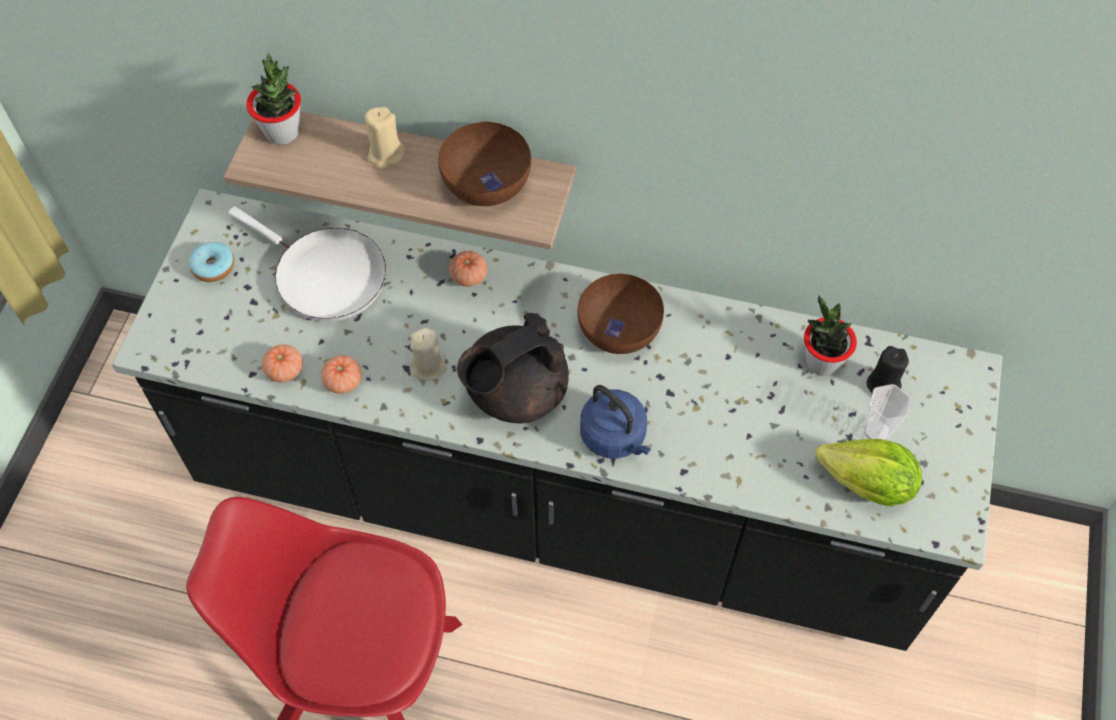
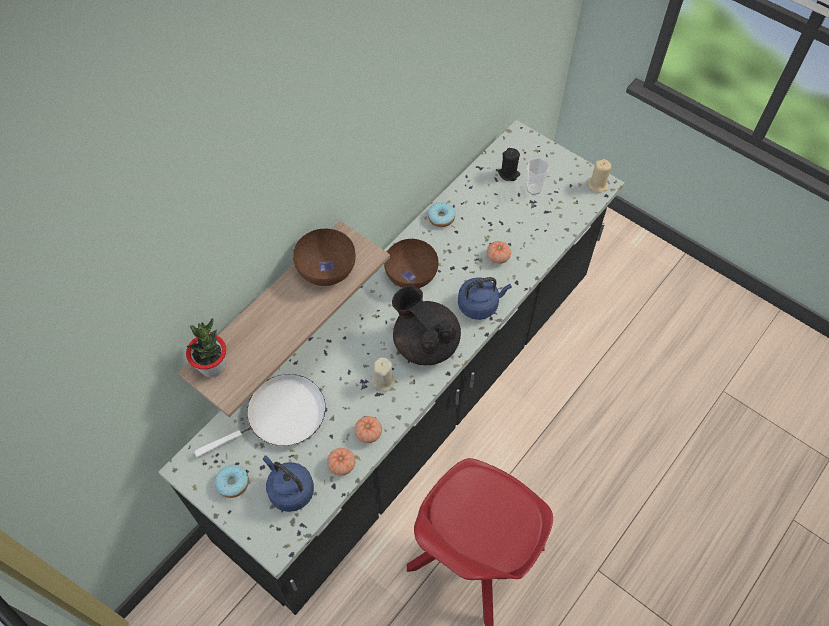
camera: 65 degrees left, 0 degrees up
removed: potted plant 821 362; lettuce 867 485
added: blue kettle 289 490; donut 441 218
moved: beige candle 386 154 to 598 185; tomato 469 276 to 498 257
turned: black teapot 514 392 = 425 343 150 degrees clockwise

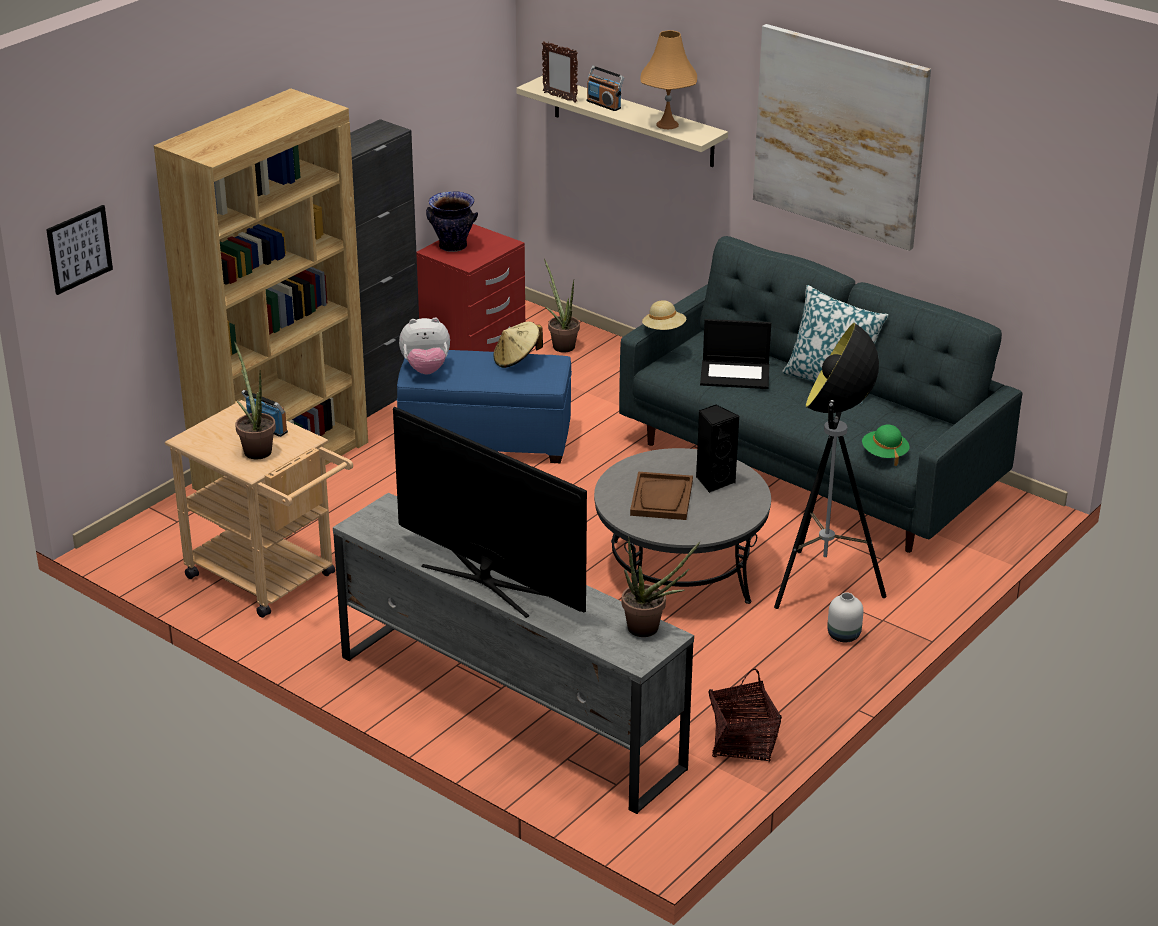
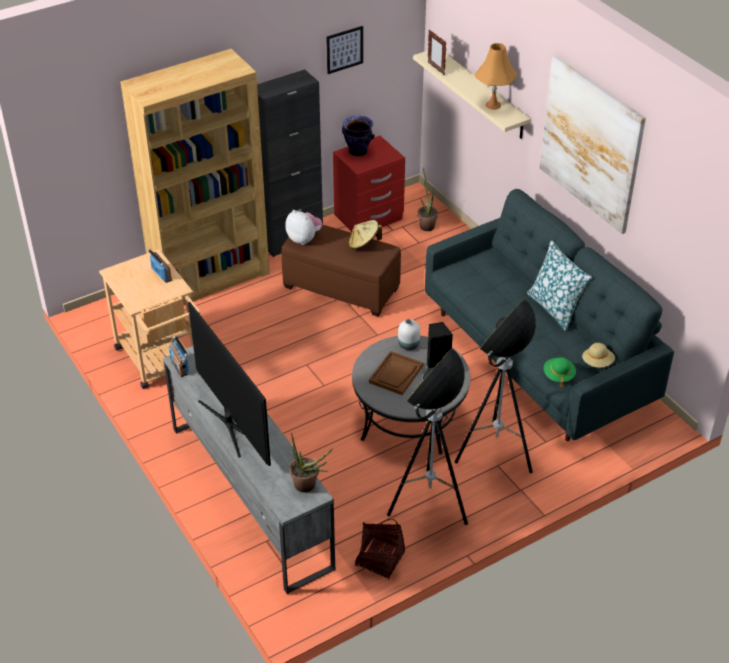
camera: 20 degrees right, 10 degrees up
removed: potted plant 256 449; laptop 735 374
added: floor lamp 429 505
moved: picture 79 249 to 344 49; radio 604 104 to 179 366; beige hat 664 330 to 597 363; white vase 843 636 to 408 345
recoloured: blue ottoman 487 439 to brown ottoman 342 288
turned: plush toy 426 369 = 304 239 150 degrees counterclockwise

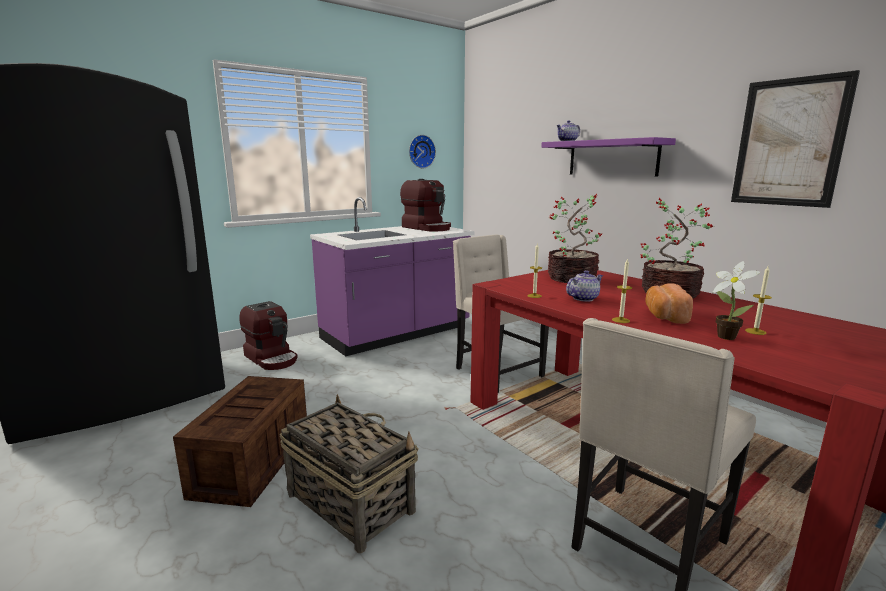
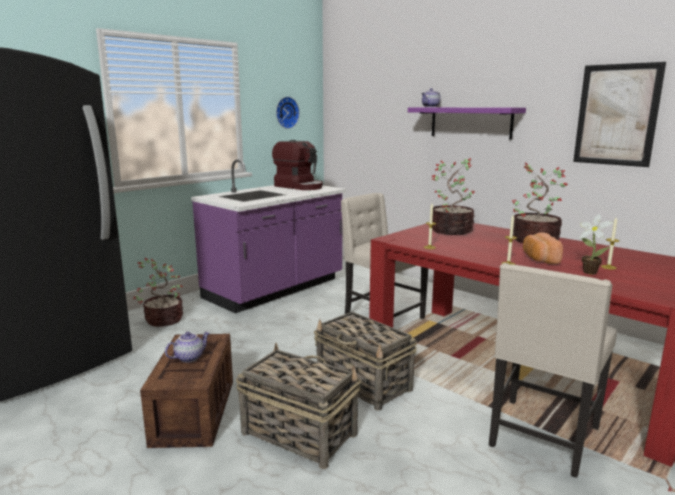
camera: 10 degrees left, 0 degrees up
added: basket 364 383
moved: teapot 583 298 to 189 357
replaced: coffee machine 272 358 to potted plant 163 320

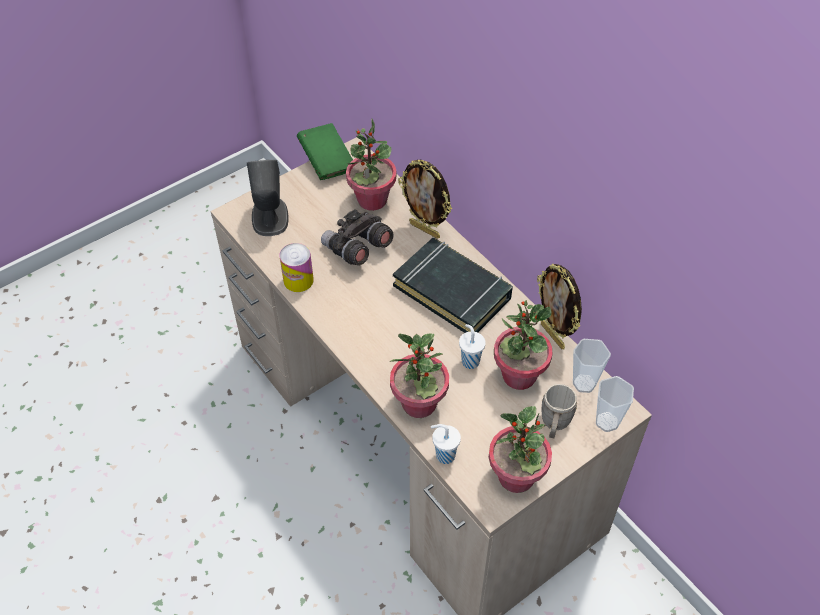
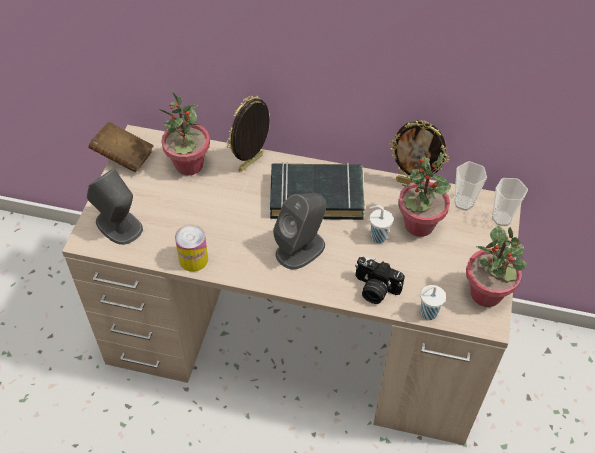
camera: 40 degrees left, 0 degrees up
removed: grey binoculars 357 249; grey mug 554 424
added: grey speaker 301 249
replaced: potted plant 419 404 to photo camera 374 289
recoloured: green book 327 162 to brown book 123 157
turned: picture frame 425 229 = 252 163 135 degrees clockwise

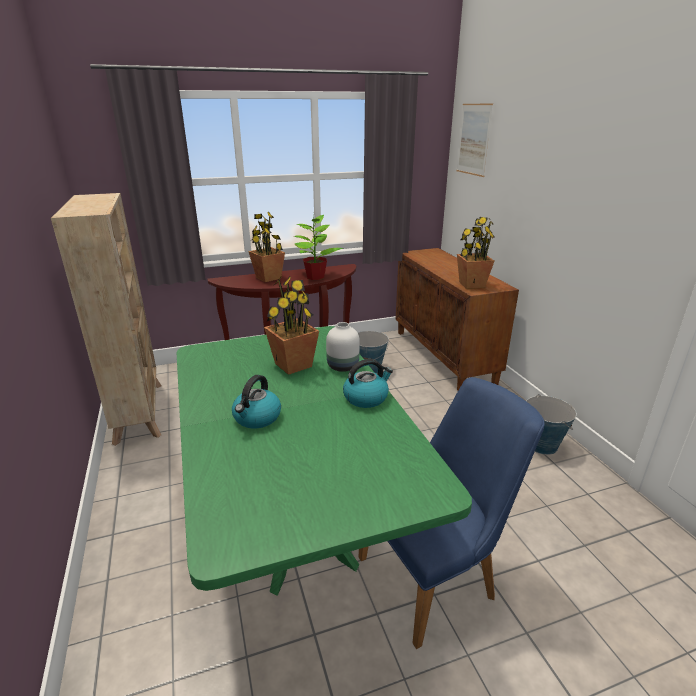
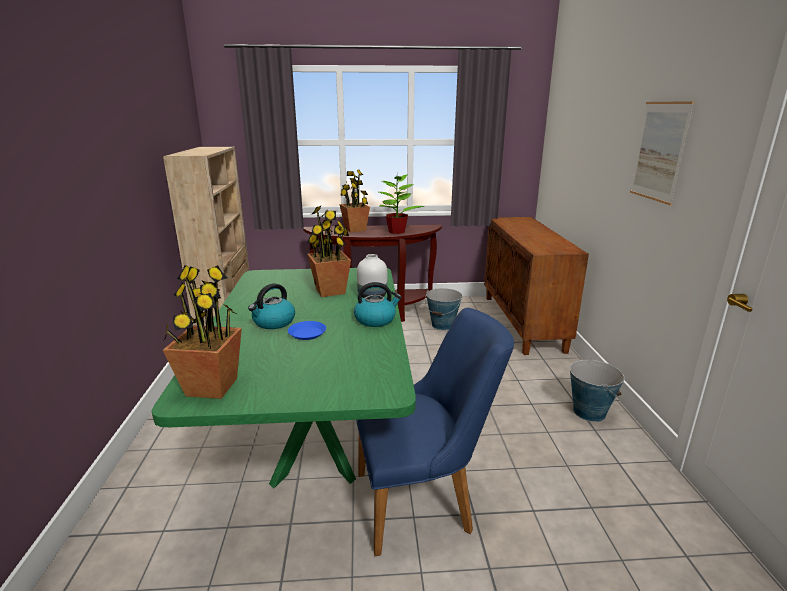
camera: 15 degrees right, 5 degrees down
added: blue plate 307 333
moved: picture 473 139 to 659 151; potted plant 471 285 to 211 387

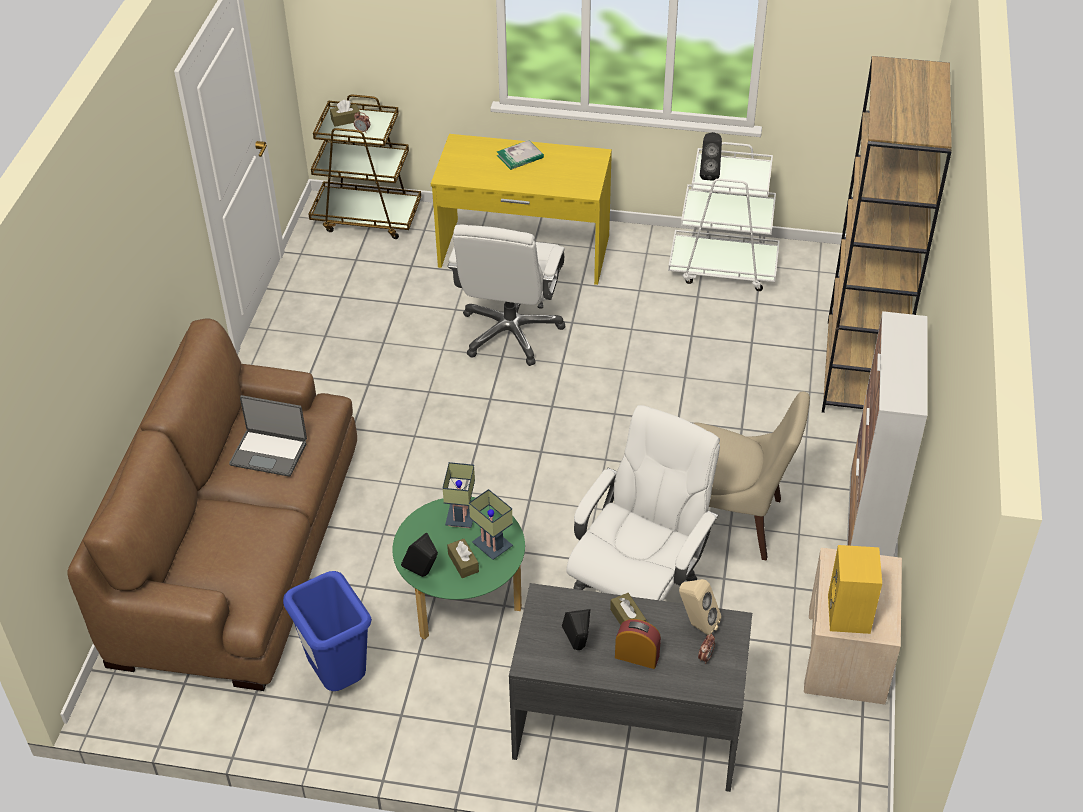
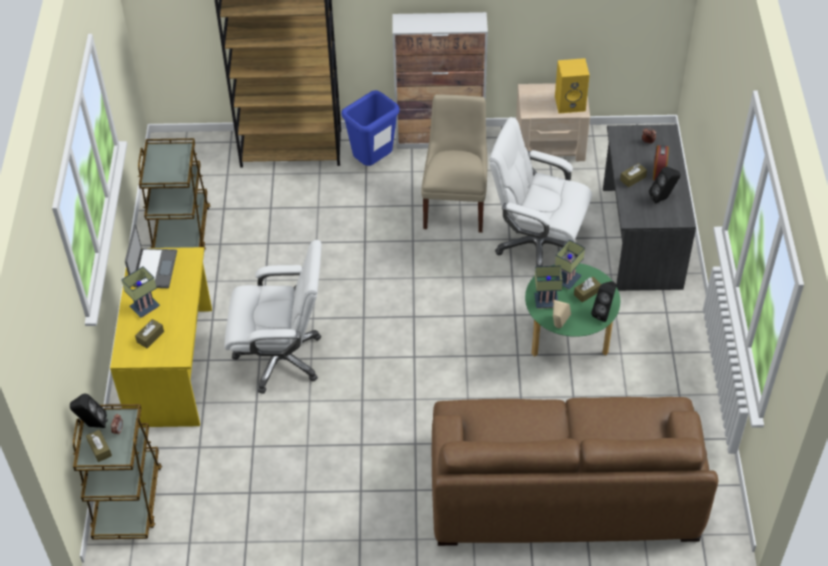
camera: 100 degrees left, 5 degrees up
added: brown tissue box 150 337
moved: laptop 269 452 to 153 269; blue trash can 338 677 to 372 162; beige speaker 697 624 to 558 326; black speaker 709 173 to 92 425
replaced: book 520 157 to table lamp 144 308
recoloured: white cart 723 267 to brown cart 181 231

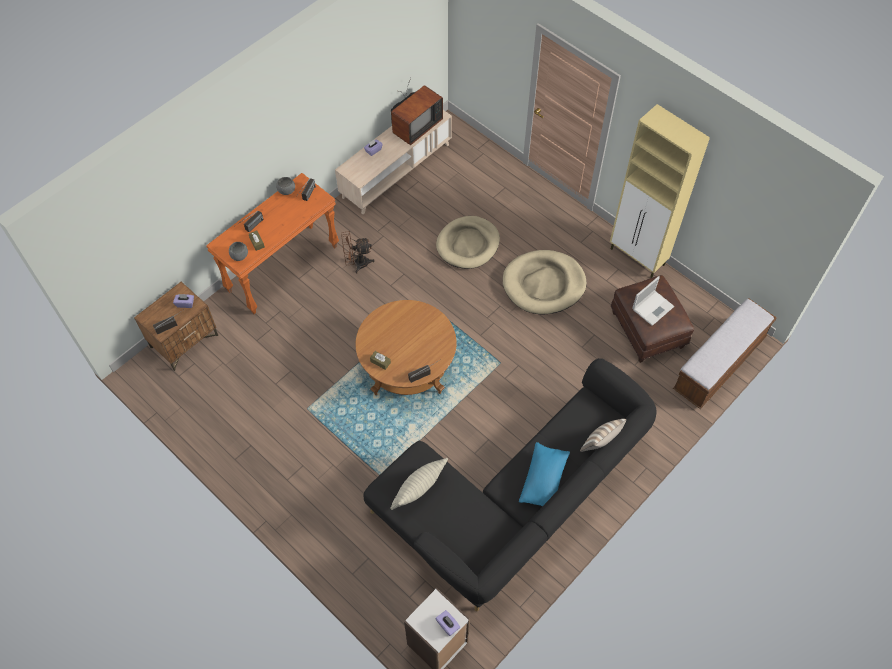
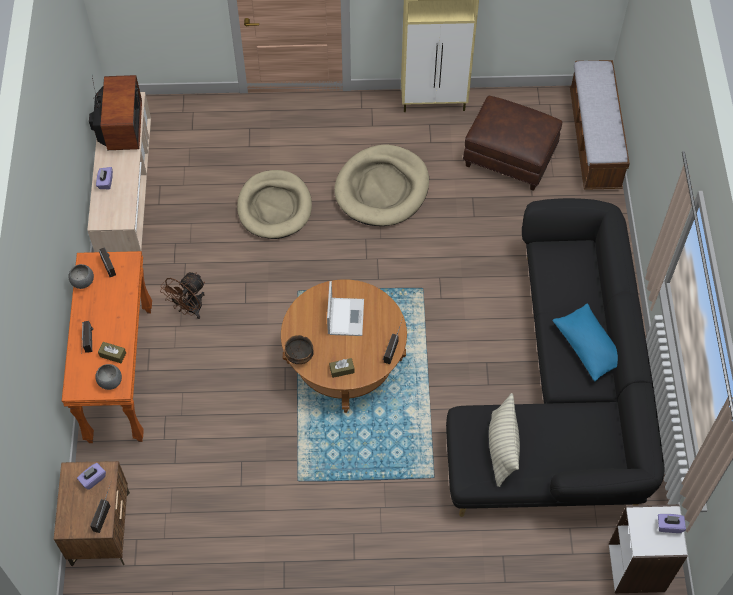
camera: 45 degrees left, 0 degrees up
removed: pillow 600 444
added: bowl 299 356
moved: laptop 653 307 to 345 316

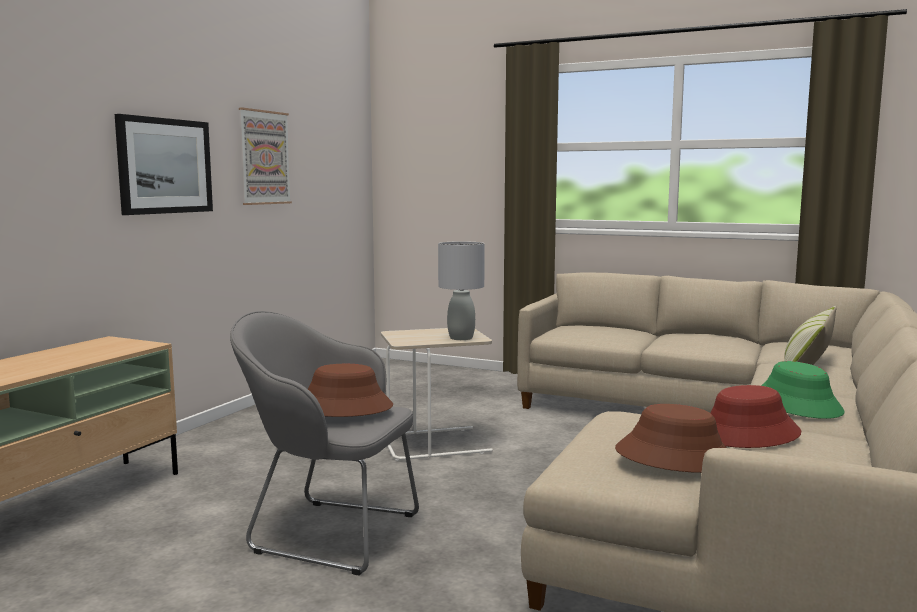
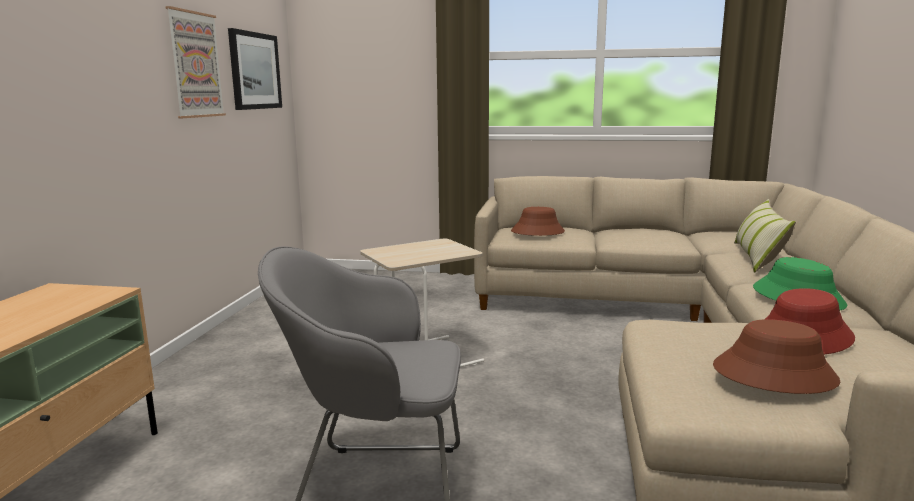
camera: 15 degrees left, 5 degrees up
removed: grey table lamp 461 338
moved: picture 165 166 to 255 71; brown hat 343 407 to 537 232

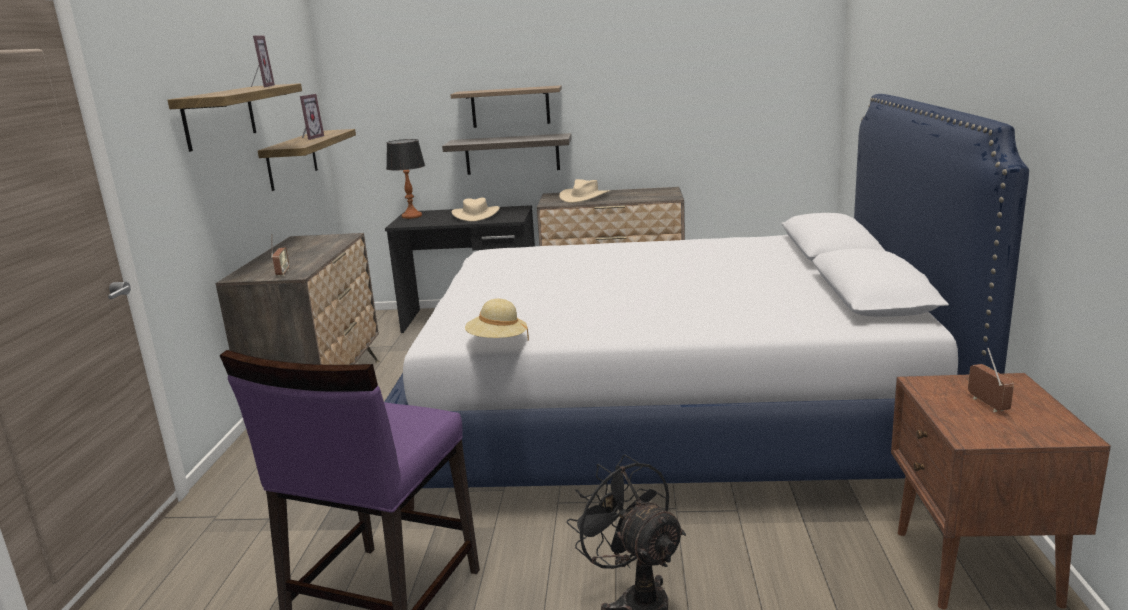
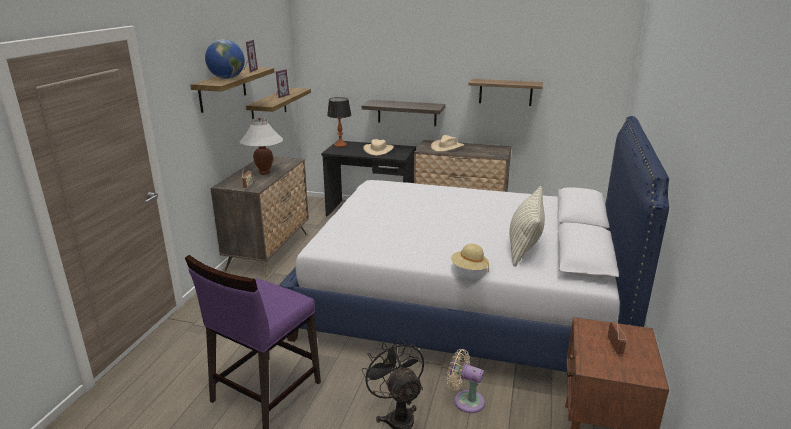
camera: 10 degrees right, 5 degrees up
added: globe 227 78; white table lamp 264 172; beige fan 465 400; pillow 524 246
moved: shelf 510 107 to 505 92; beige hat 497 341 to 469 269

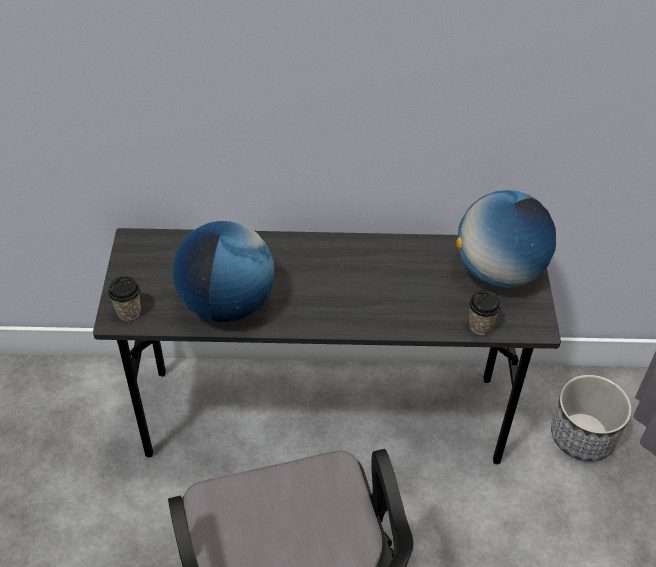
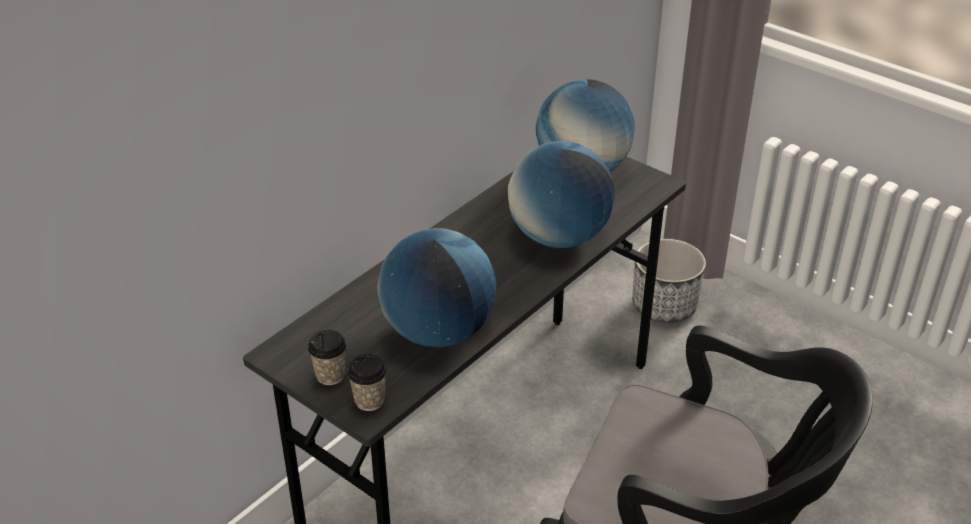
camera: 50 degrees left, 10 degrees down
added: globe 558 237
moved: cup 480 326 to 330 375

